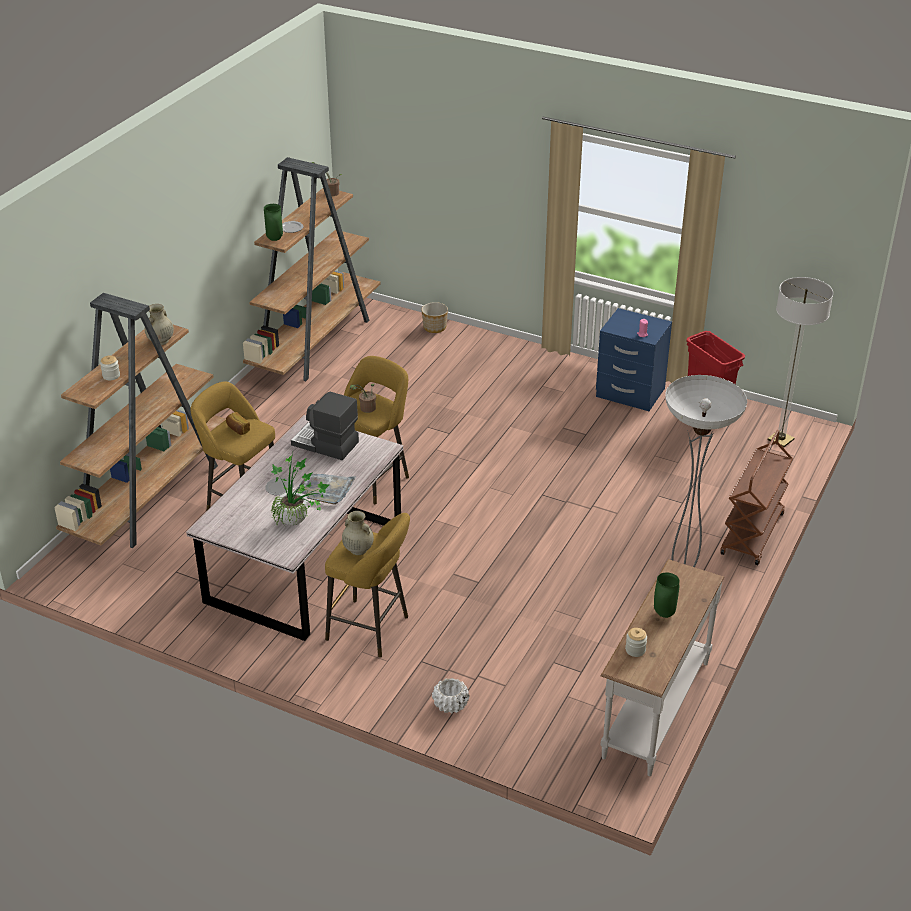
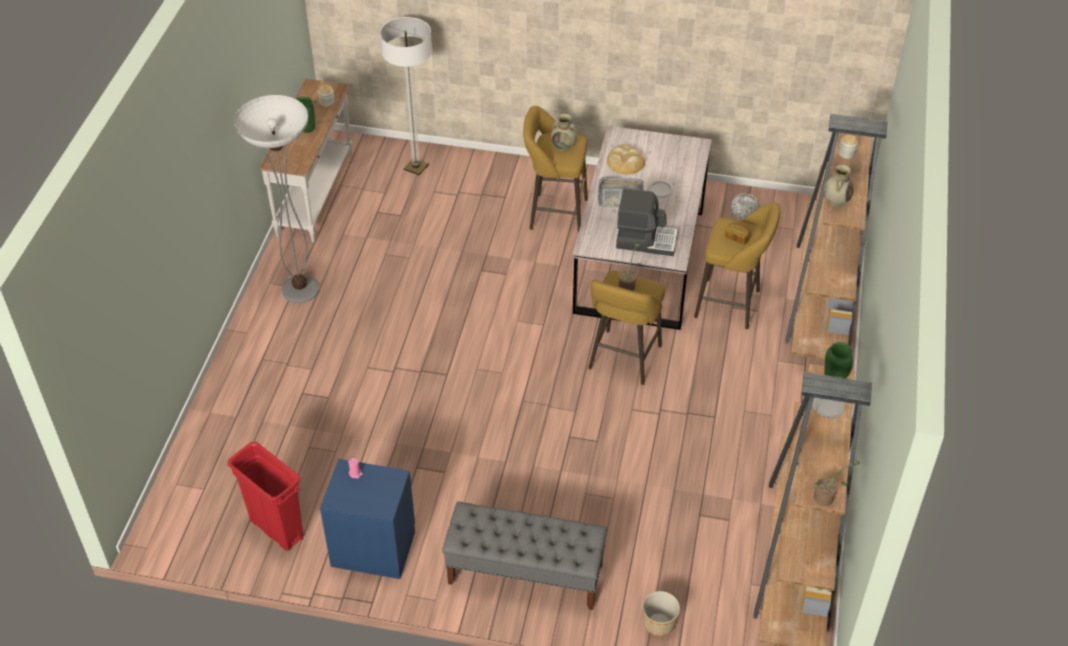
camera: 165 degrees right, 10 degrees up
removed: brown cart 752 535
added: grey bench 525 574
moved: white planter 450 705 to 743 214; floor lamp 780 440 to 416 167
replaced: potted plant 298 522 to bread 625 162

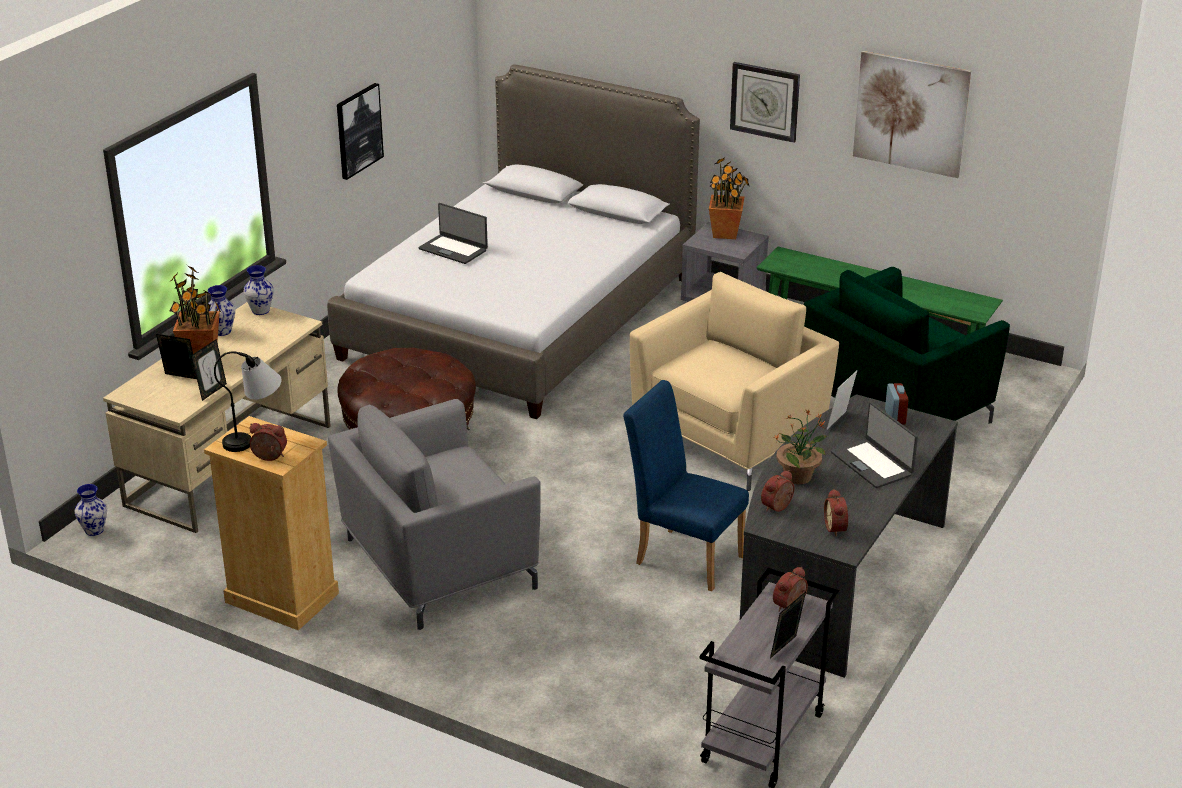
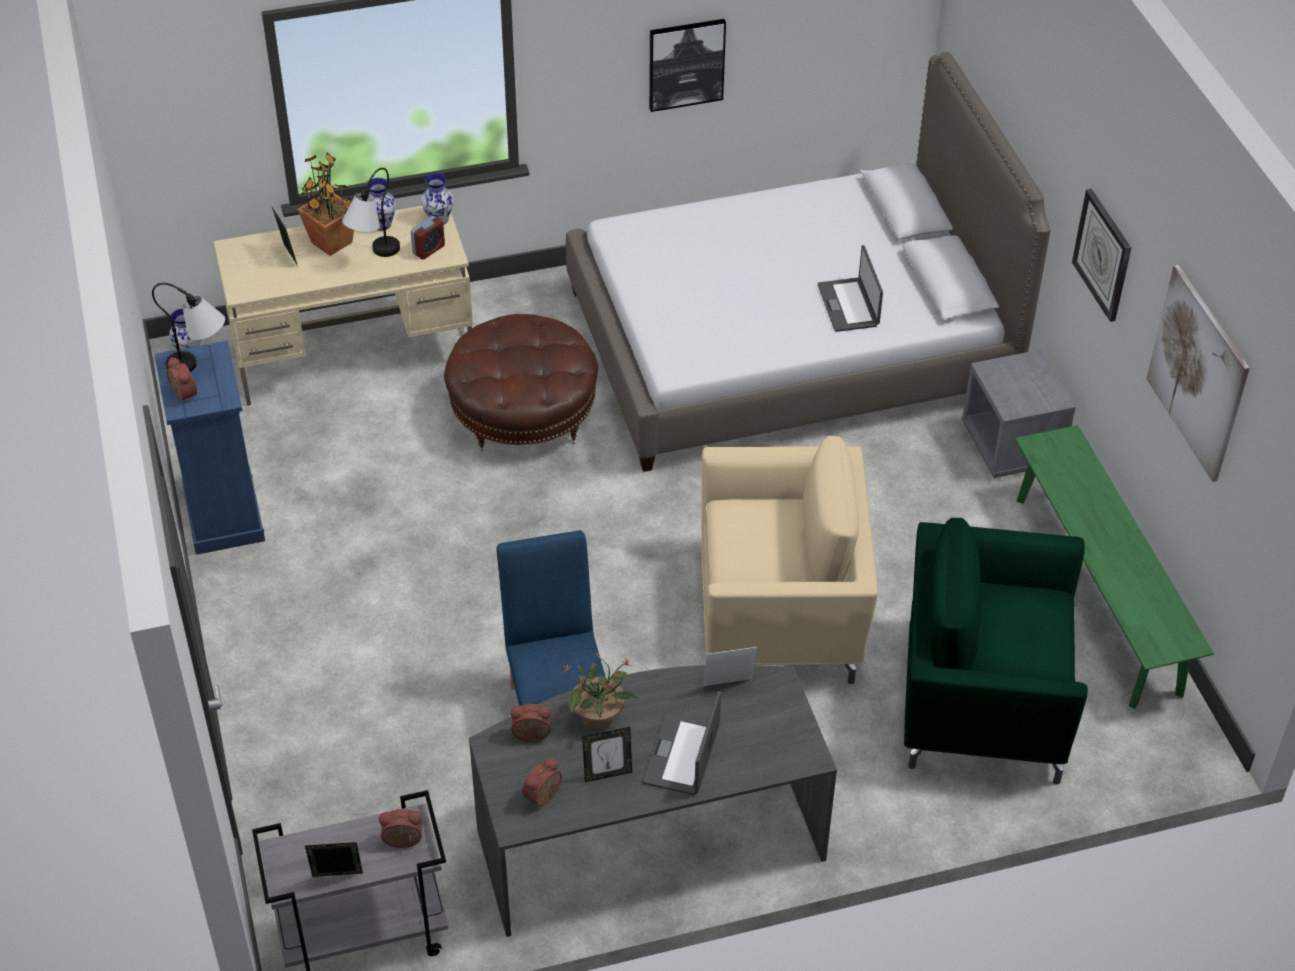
camera: 45 degrees right, 15 degrees up
removed: grey armchair 437 564; potted plant 726 233
added: table lamp 373 258
moved: picture frame 212 391 to 607 774; laptop 453 249 to 849 305; alarm clock 895 417 to 428 250
recoloured: beige dresser 281 598 to blue dresser 223 514

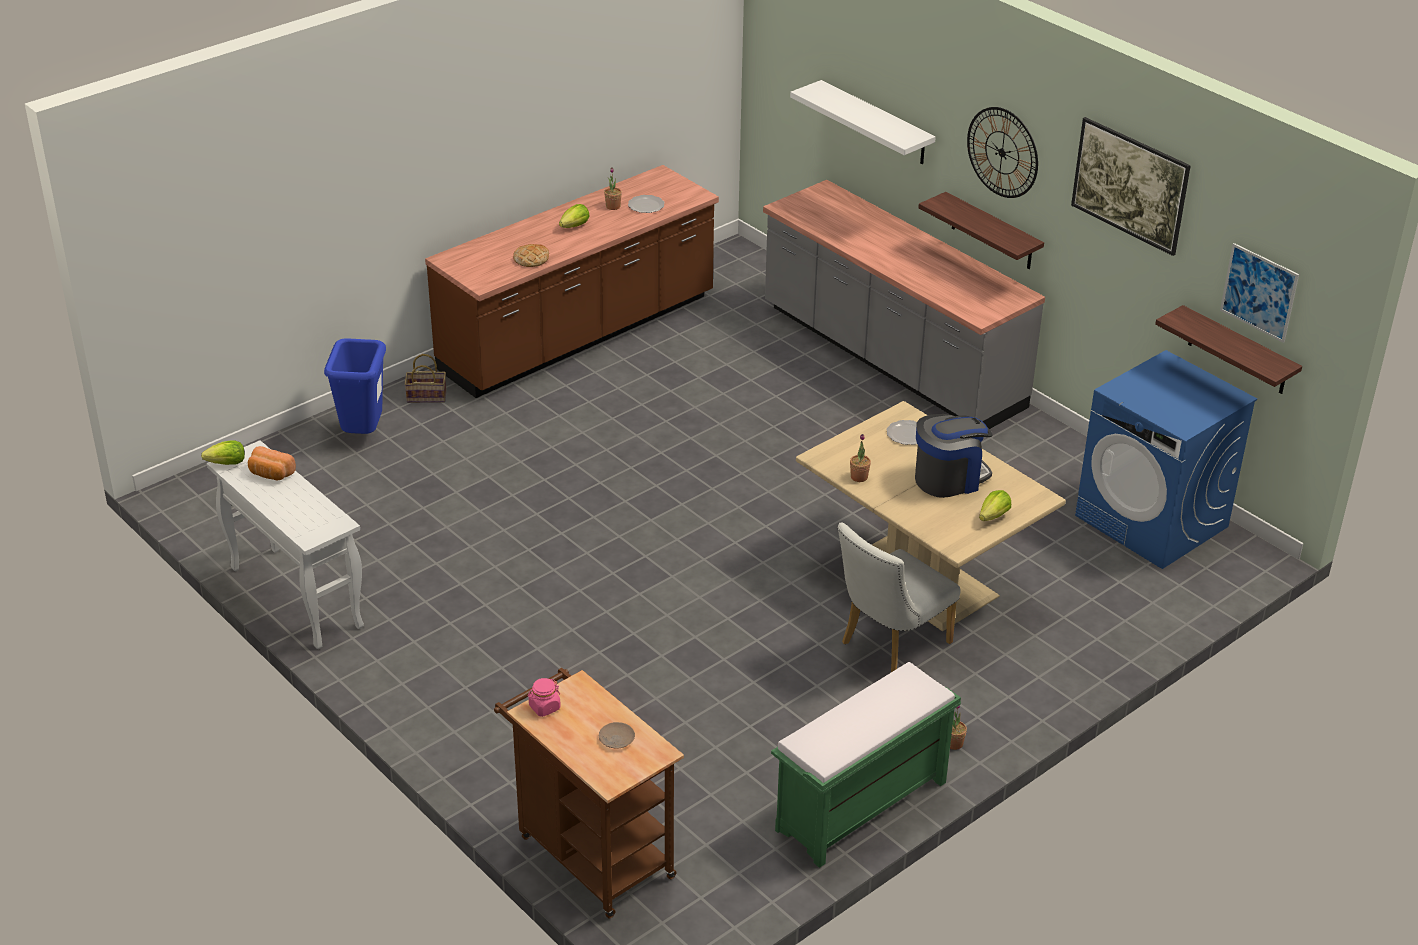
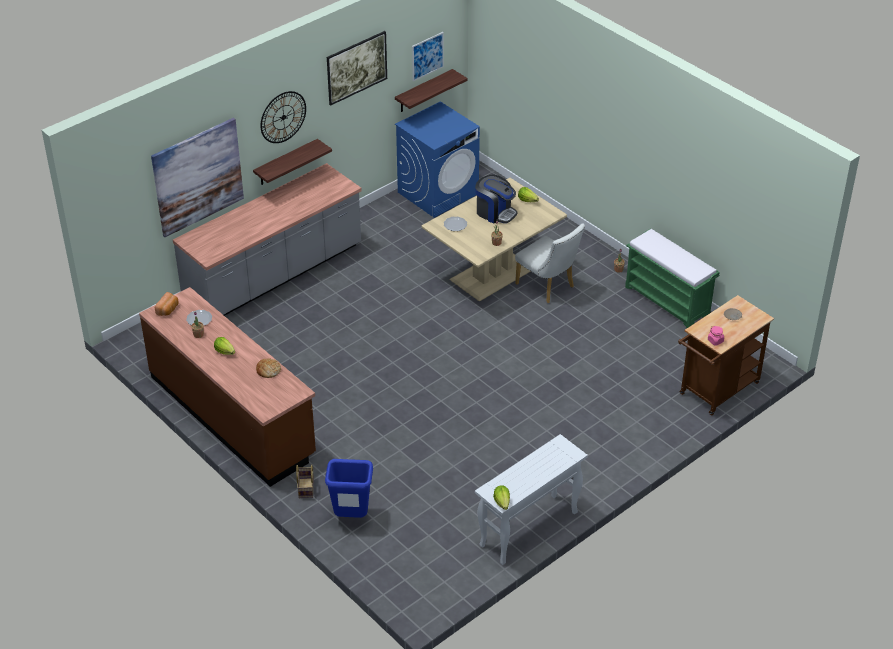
camera: 90 degrees left, 5 degrees up
moved: bread 270 474 to 168 309
replaced: white shelf 876 123 to picture 197 177
turned: coffee machine 949 478 = 495 212 150 degrees clockwise

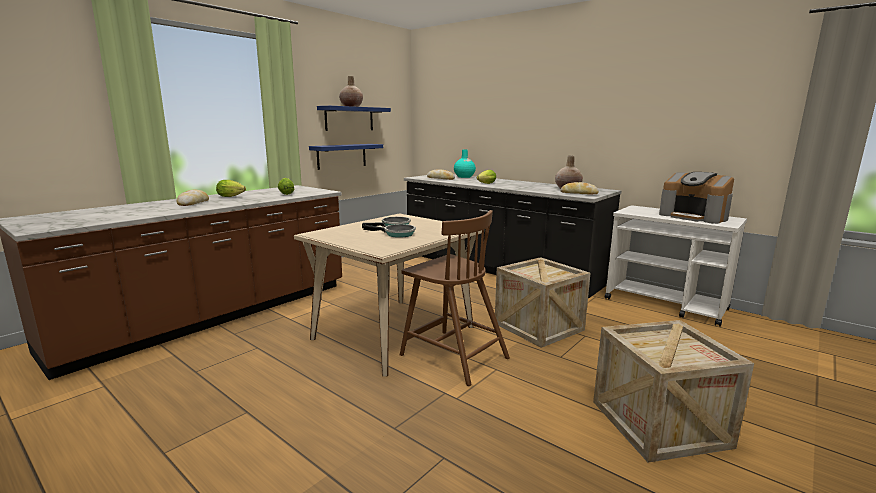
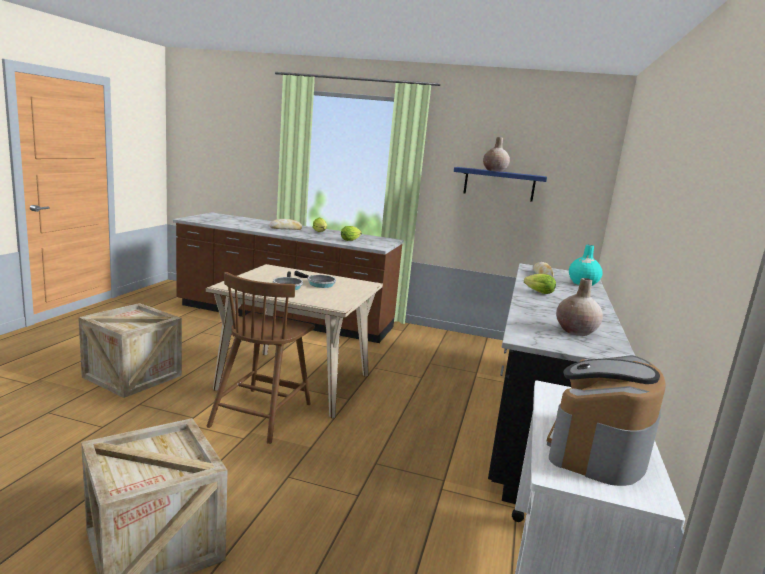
camera: 65 degrees right, 0 degrees up
removed: blue shelf 342 156; bread 578 193
moved: crate 538 327 to 133 376

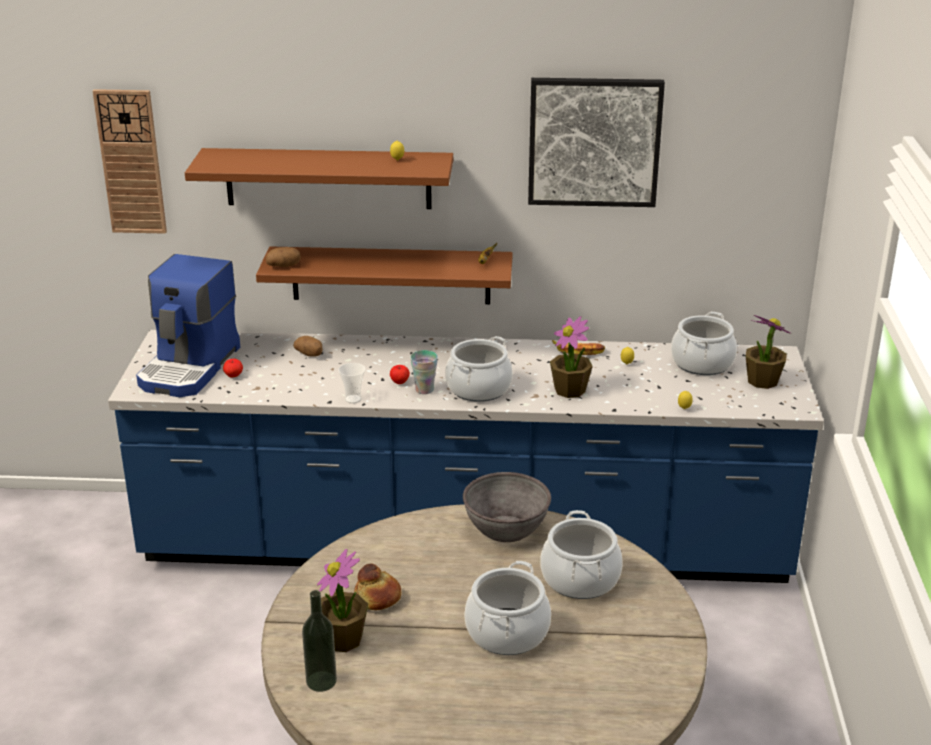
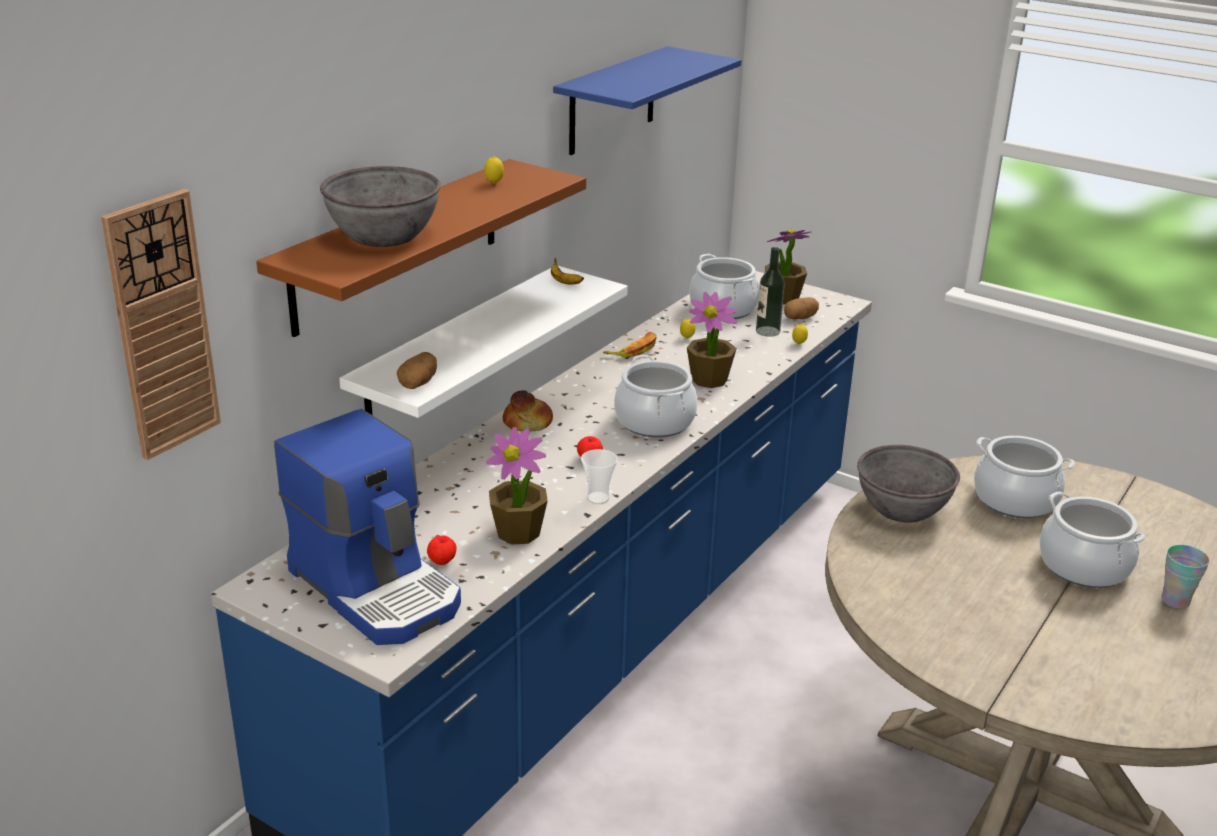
camera: 60 degrees left, 0 degrees up
added: grey bowl 383 235
moved: potato 309 354 to 800 318; bottle 321 681 to 767 331; potted plant 342 639 to 519 532; bread 377 598 to 528 423; cup 424 390 to 1175 601
replaced: picture 594 142 to blue shelf 612 101
recoloured: brown shelf 391 275 to white shelf 458 351

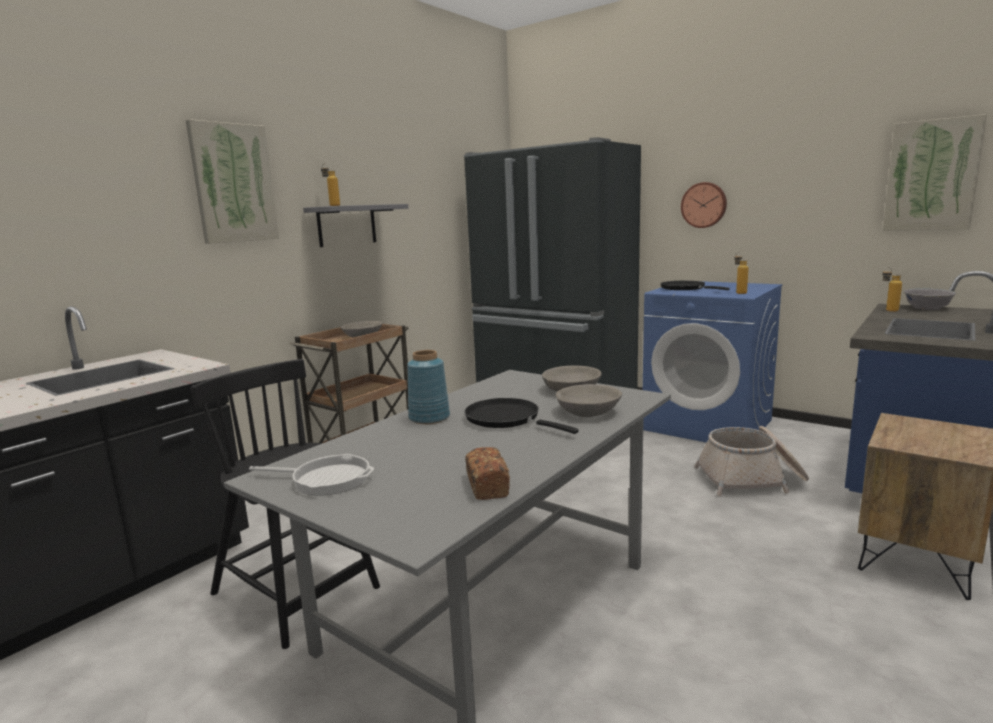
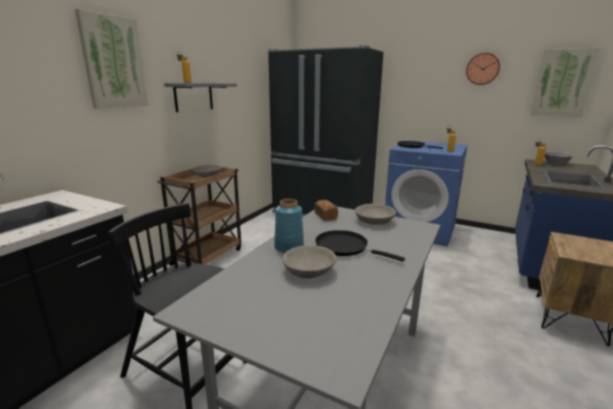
camera: 10 degrees left, 5 degrees up
removed: frying pan 326 479; basket 751 479
moved: bread 487 485 to 325 216; grey bowl 588 412 to 309 271; wall clock 704 205 to 482 69

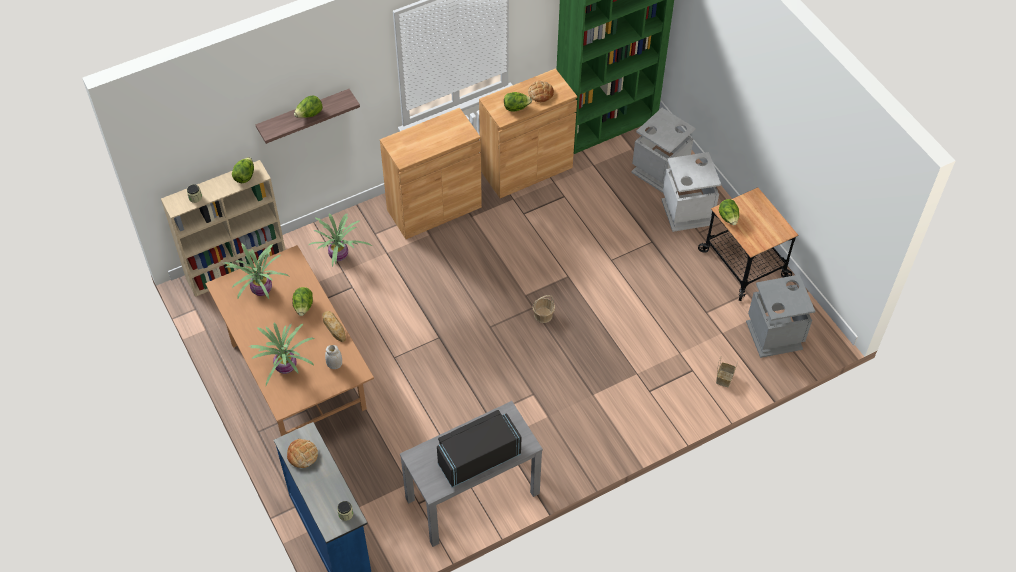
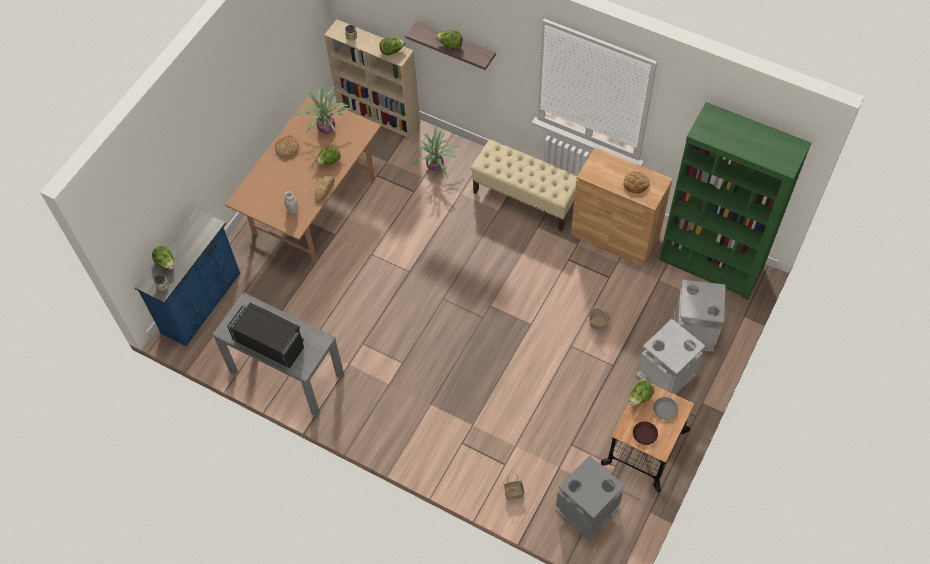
camera: 60 degrees right, 5 degrees up
removed: potted plant 285 368
added: brown plate 645 434; grey plate 664 409
moved: bread 302 455 to 287 148; lettuce 516 108 to 166 263; basket 543 315 to 598 323
replaced: brown cabinet 434 208 to beige bench 525 198

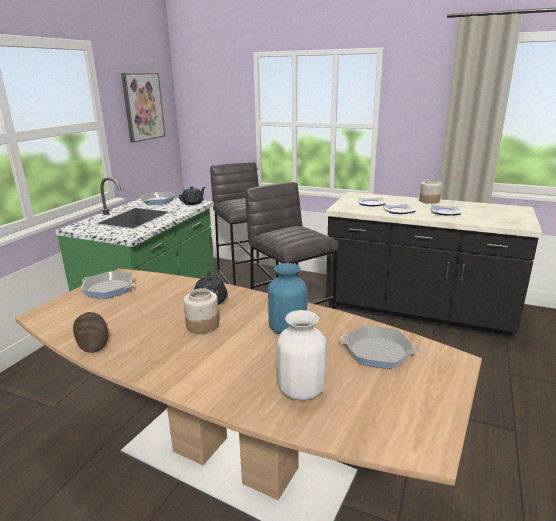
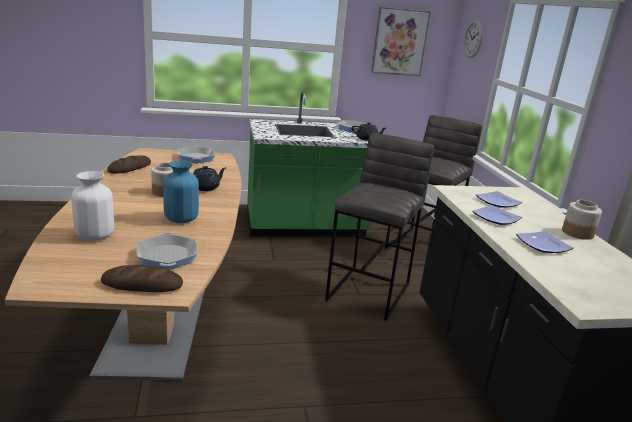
camera: 55 degrees right, 0 degrees up
added: bread 142 284; wall clock 473 39

